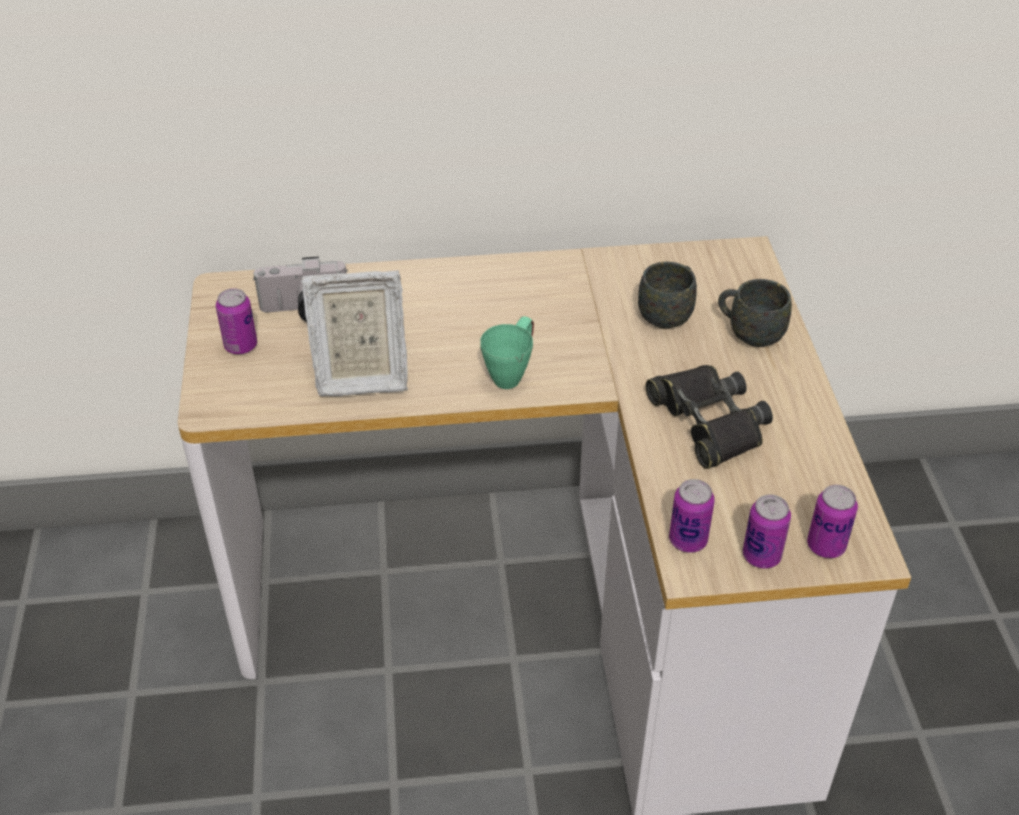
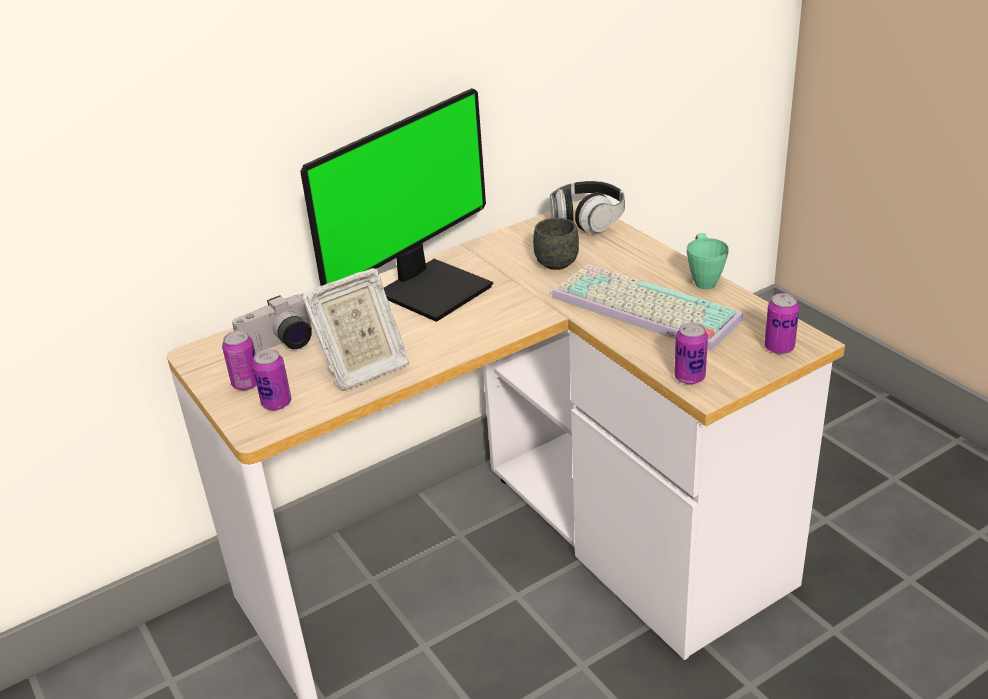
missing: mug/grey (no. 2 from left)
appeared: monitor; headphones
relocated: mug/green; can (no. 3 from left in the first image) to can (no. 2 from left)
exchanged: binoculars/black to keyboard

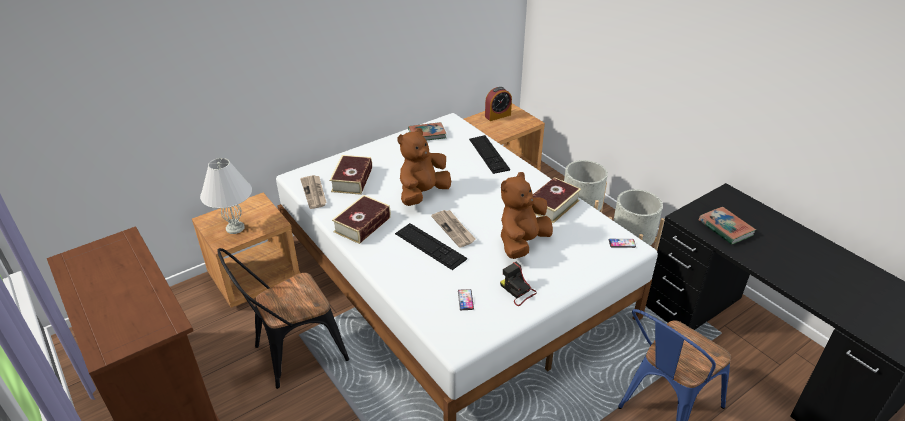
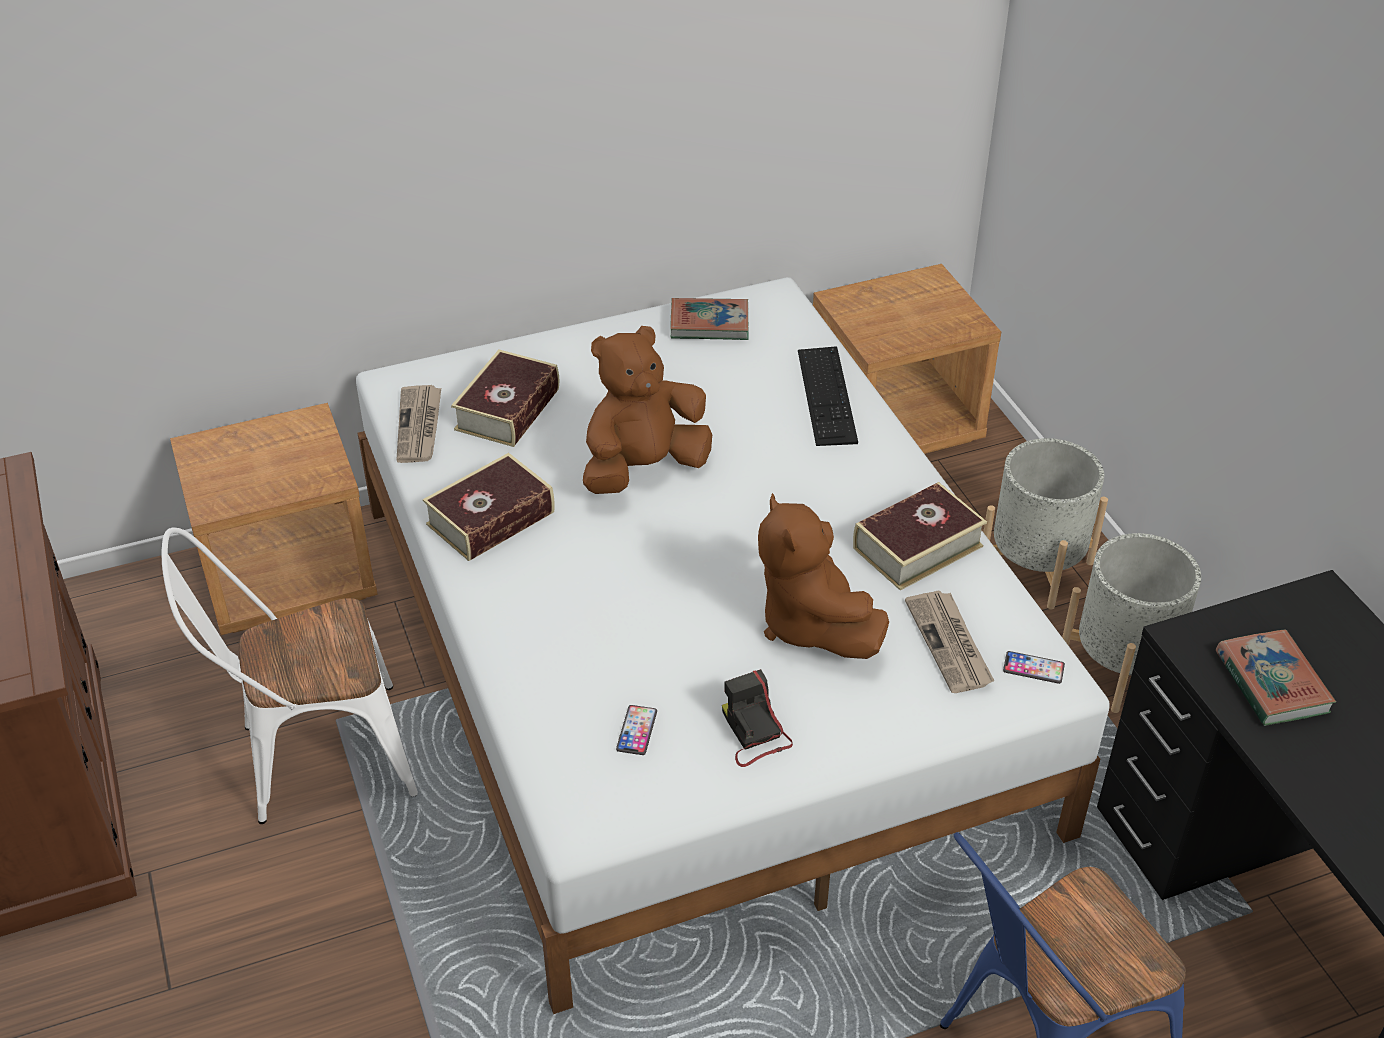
missing: table lamp/white; keyboard (no. 1 from left); alarm clock
relocated: newspaper (no. 2 from left)
colour: chair/black to chair/white
spun: plush toy/brown (no. 2 from left) 75 degrees counterclockwise

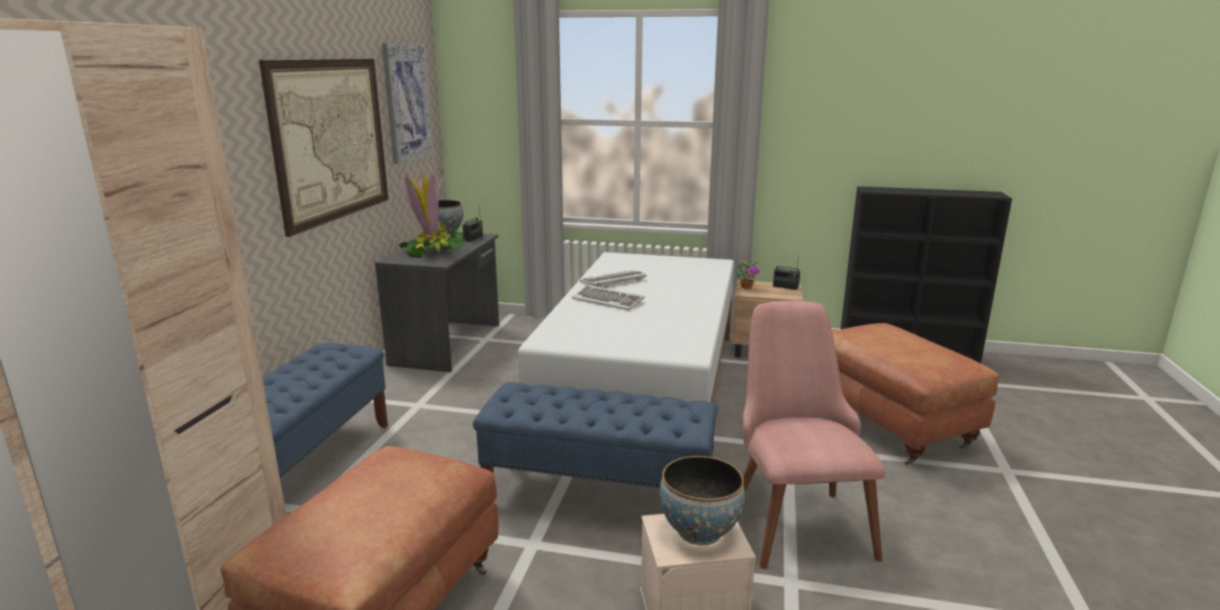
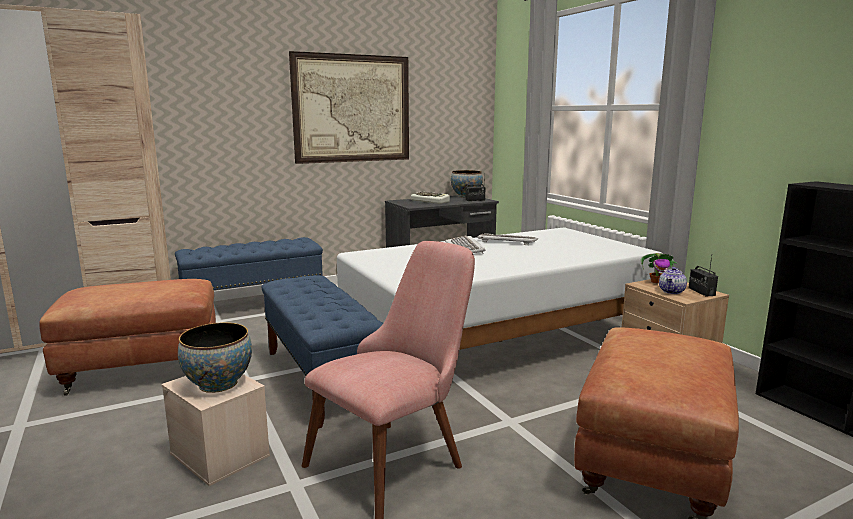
missing: picture (no. 2 from left)
appeared: teapot
exchanged: potted plant (no. 1 from left) to keyboard (no. 1 from left)

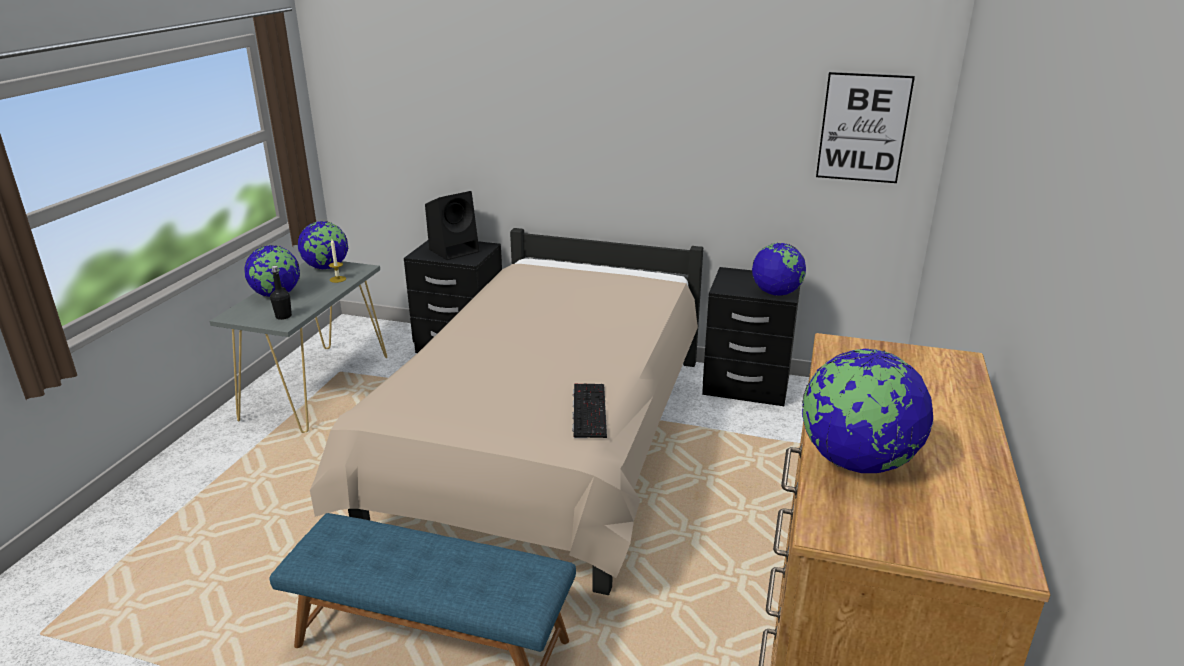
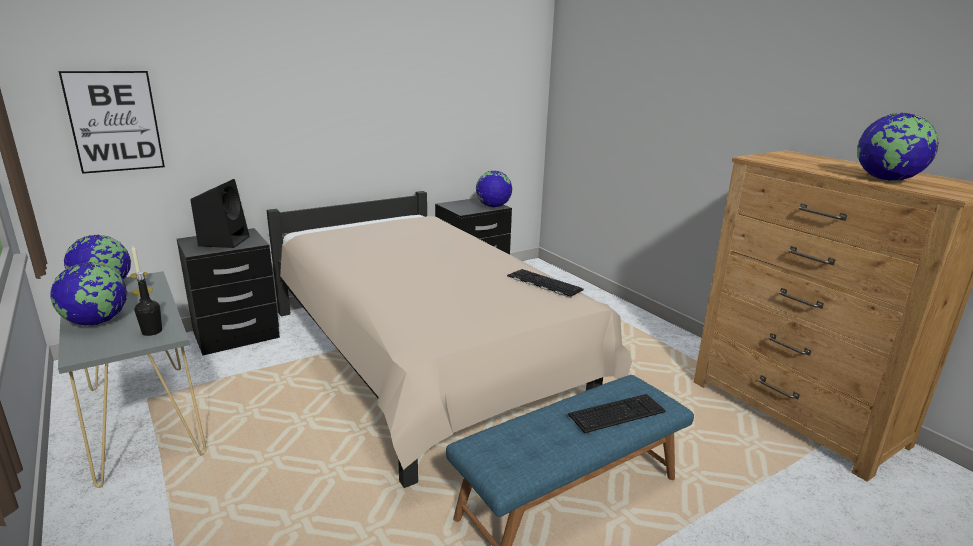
appeared: keyboard (no. 2 from left)
relocated: picture

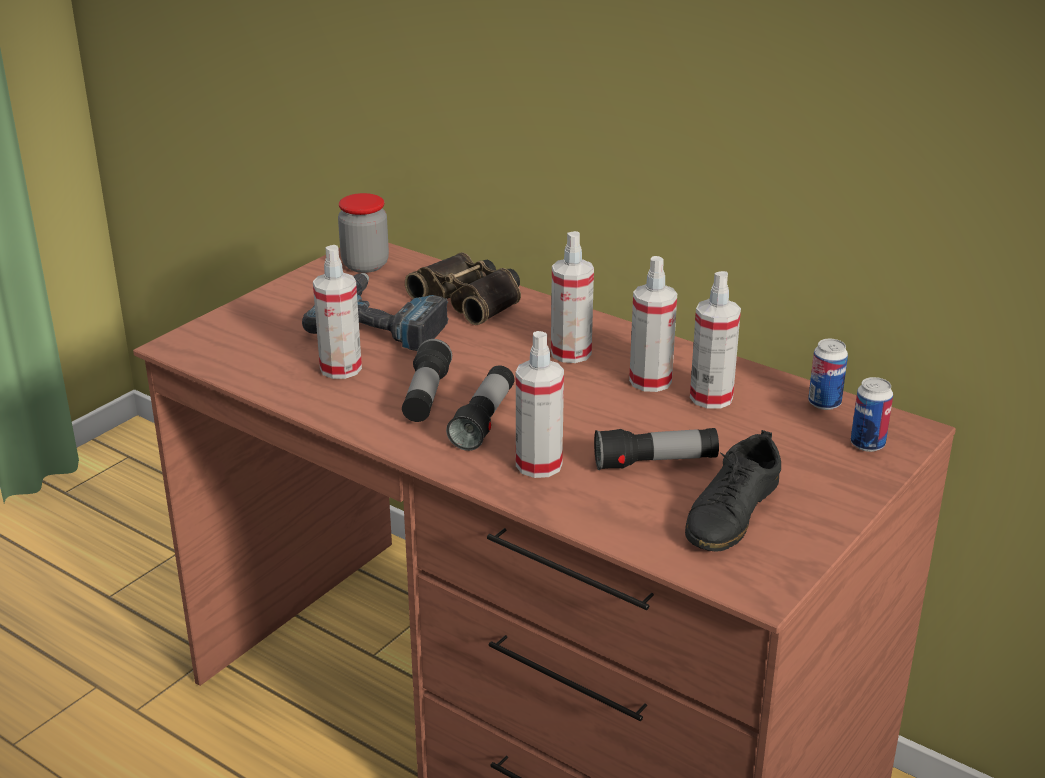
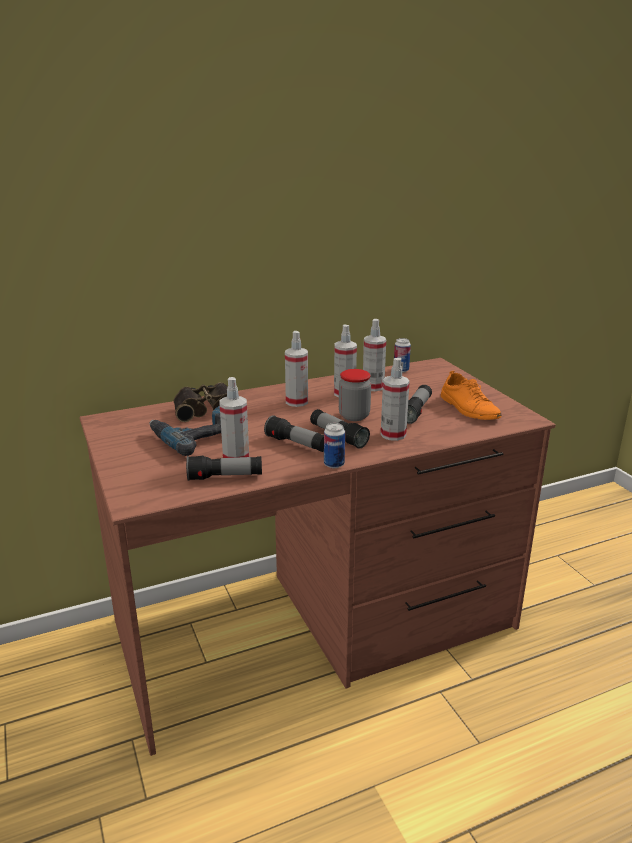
appeared: flashlight (no. 1 from left)
relocated: jar; can (no. 2 from left in the first image) to can (no. 1 from left)
colour: shoe/black to shoe/orange

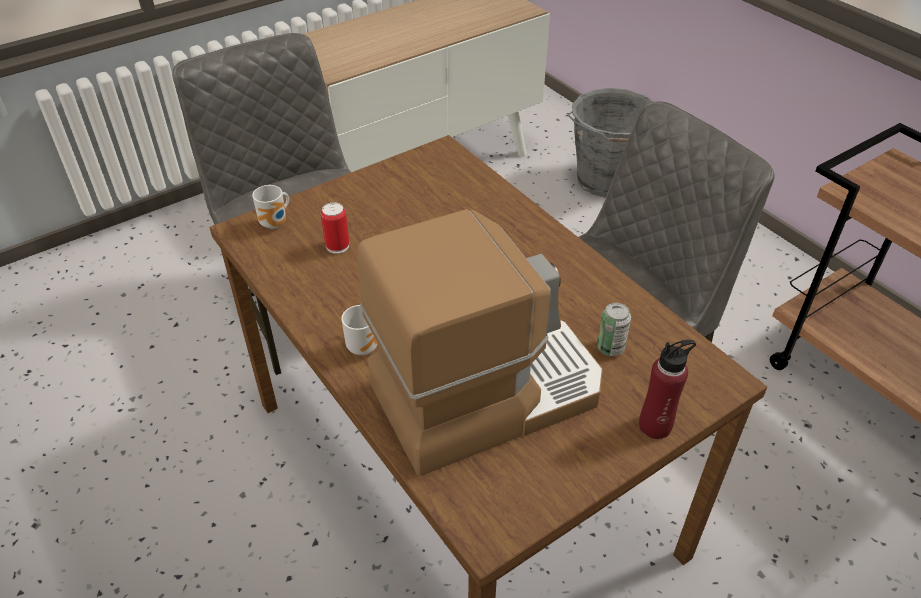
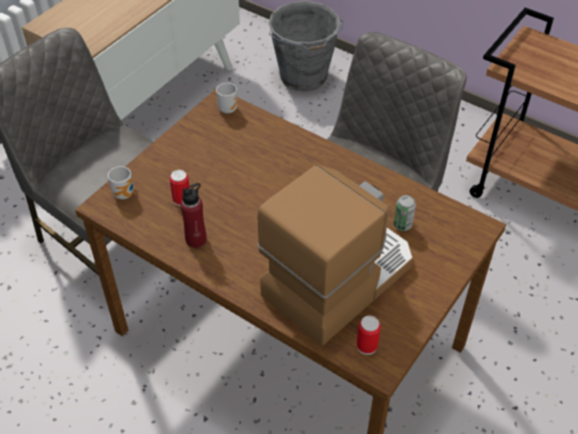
appeared: can (no. 2 from left)
relocated: mug (no. 2 from left); bottle/red

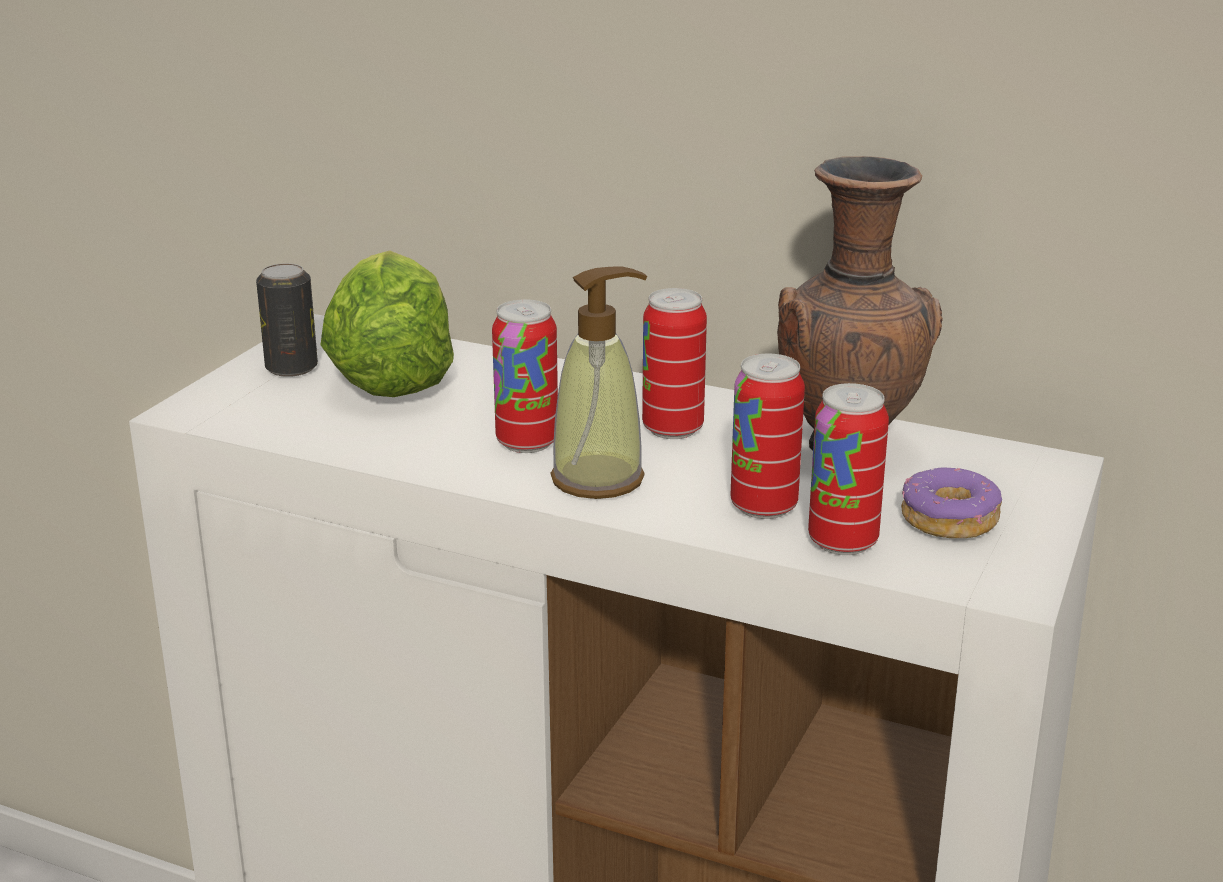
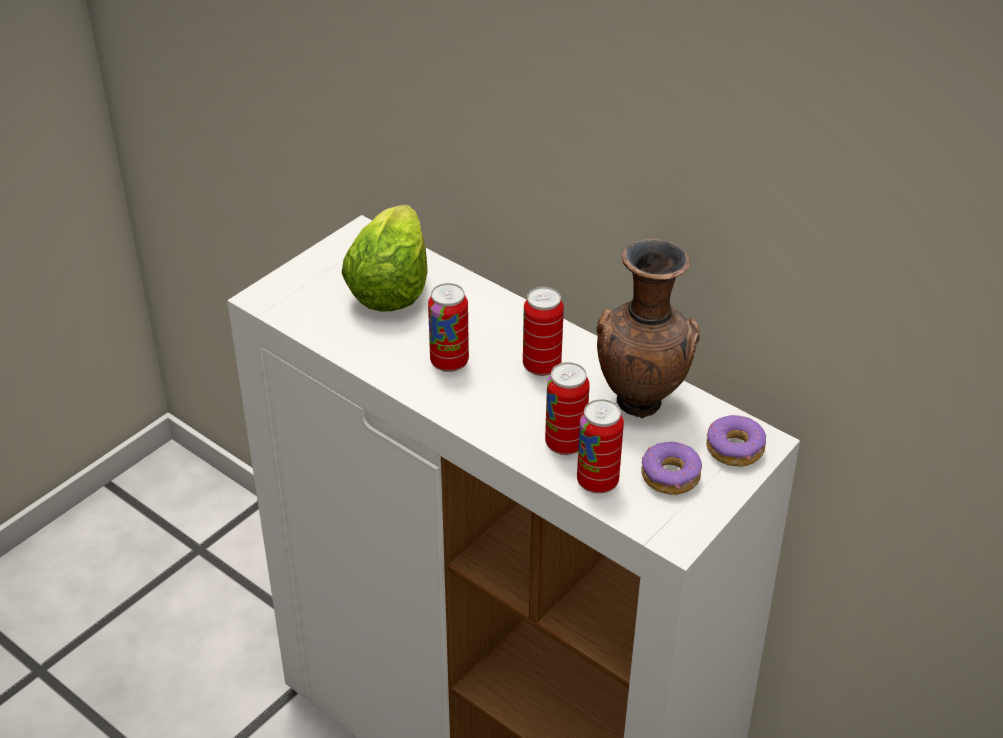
missing: can (no. 1 from left); soap dispenser
appeared: donut (no. 2 from left)

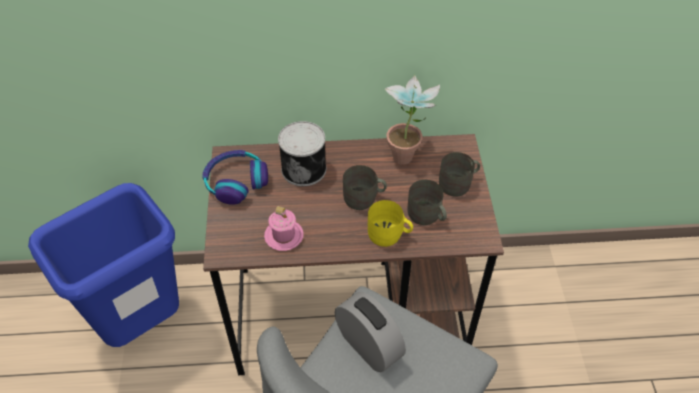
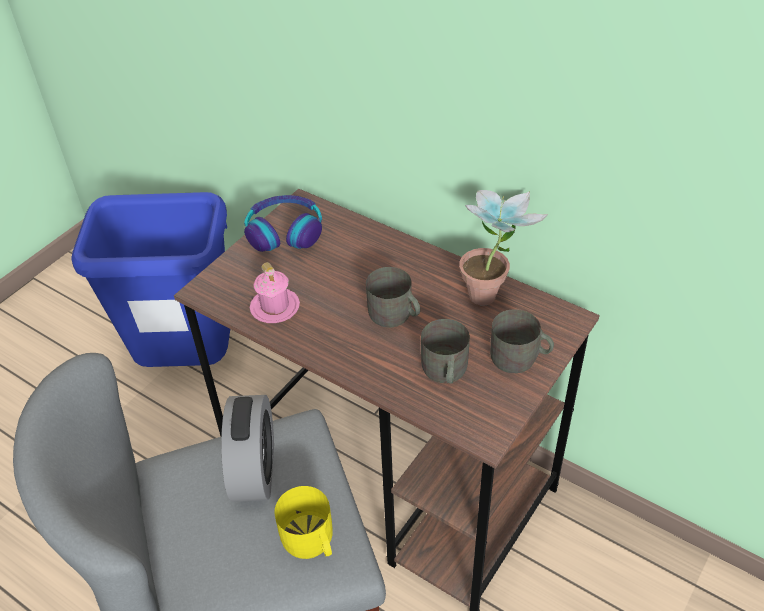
missing: can
relocated: mug/yellow

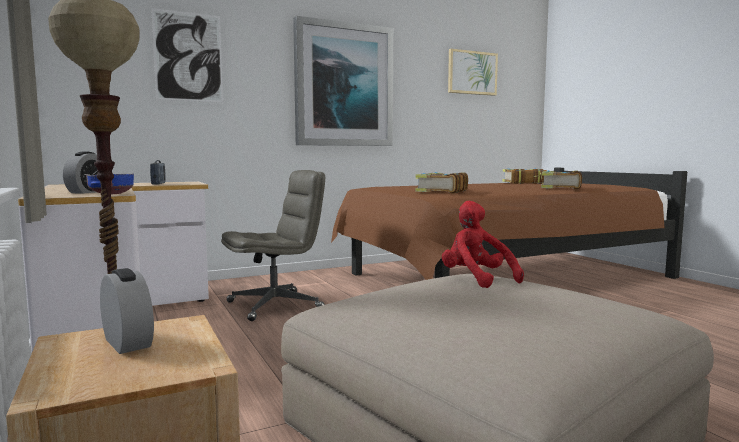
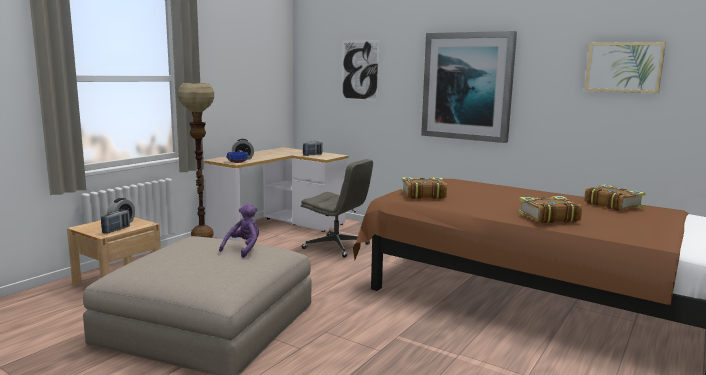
appeared: radio (no. 1 from left)
colour: plush toy/red to plush toy/purple

